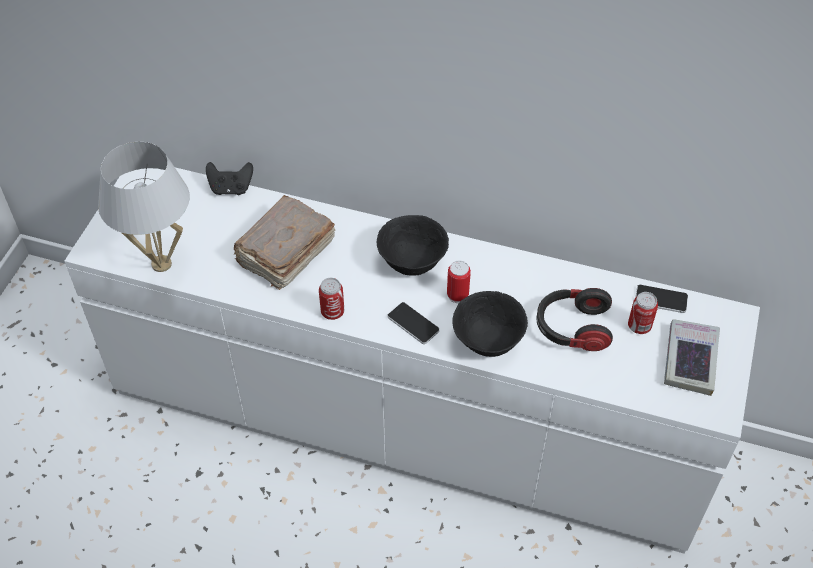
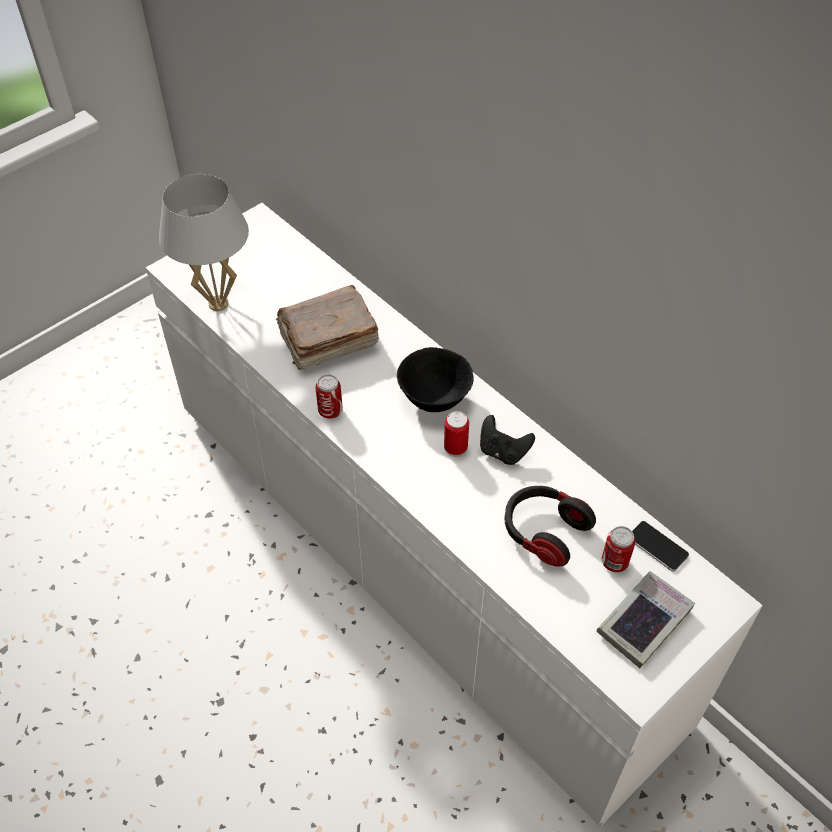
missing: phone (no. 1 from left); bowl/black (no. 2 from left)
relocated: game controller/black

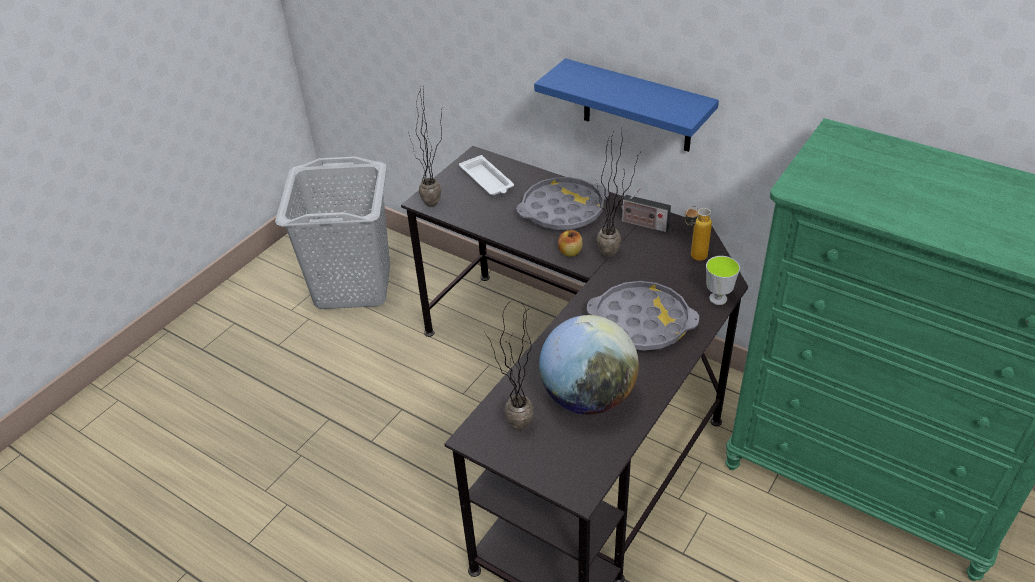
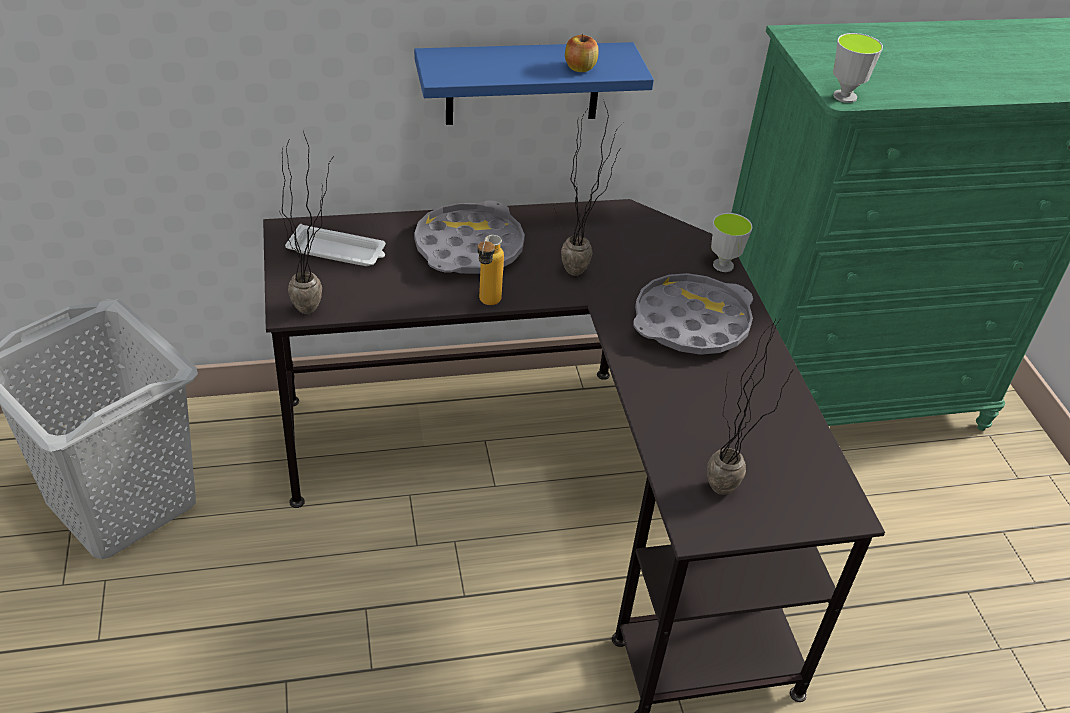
missing: globe; radio
appeared: cup (no. 2 from left)
relocated: apple; bottle

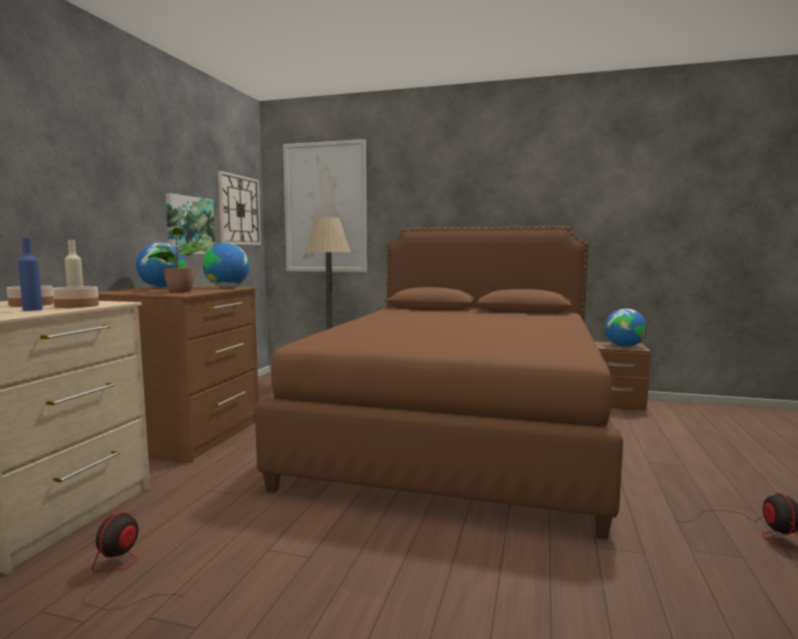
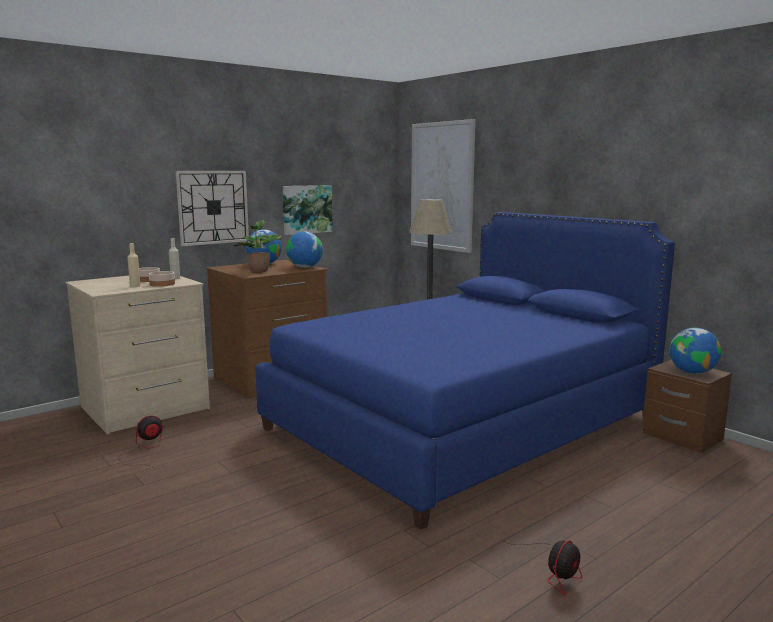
relocated: wall clock
colour: bottle/blue to bottle/beige (no. 1 from left); bed/brown to bed/blue

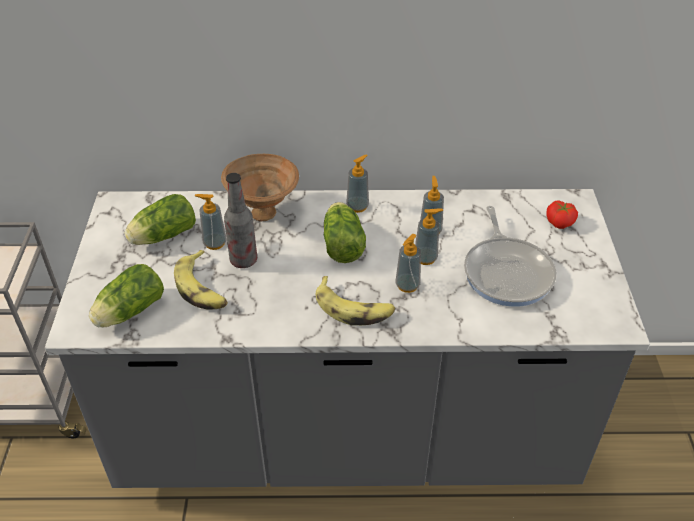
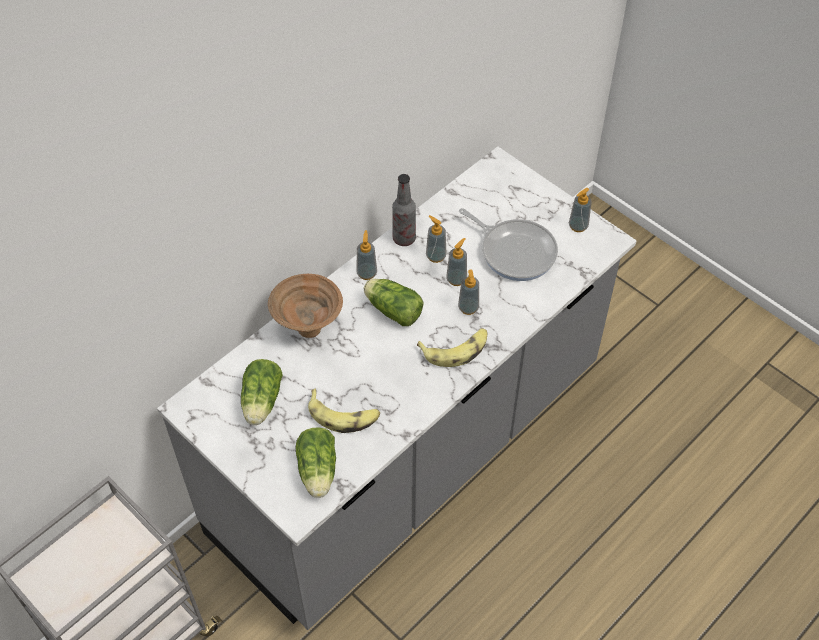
missing: tomato
relocated: soap dispenser (no. 1 from left in the first image) to soap dispenser (no. 5 from left); bottle

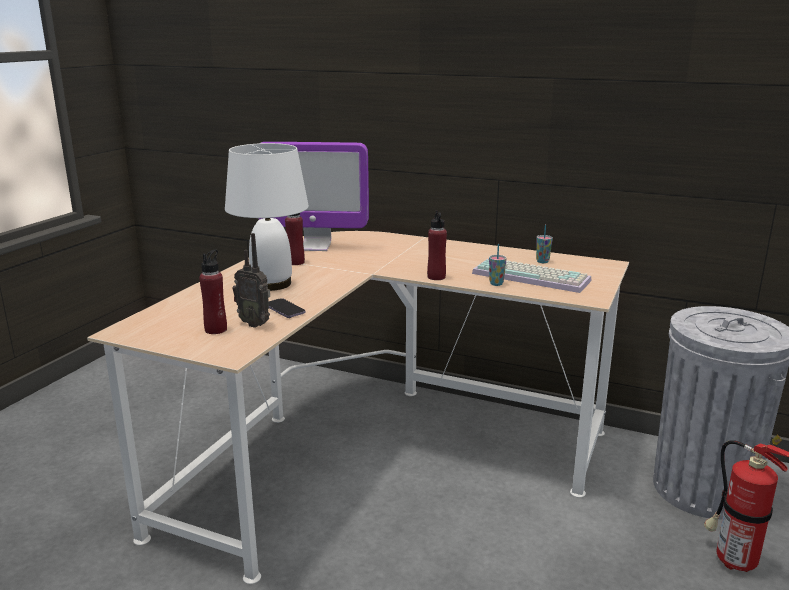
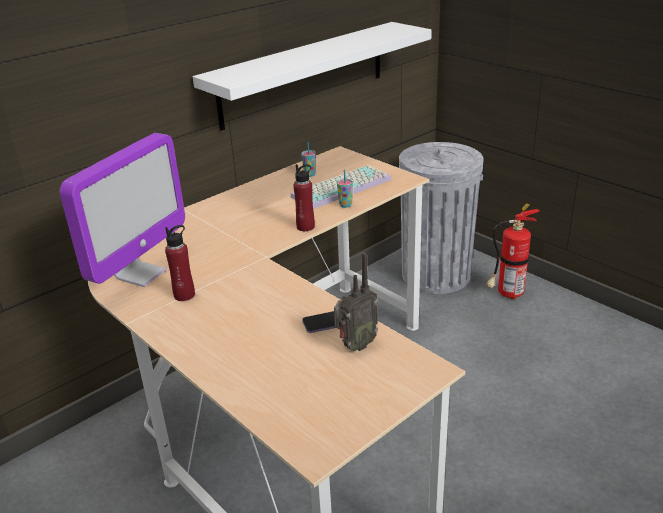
missing: bottle/red (no. 1 from left); table lamp/white
appeared: shelf/white

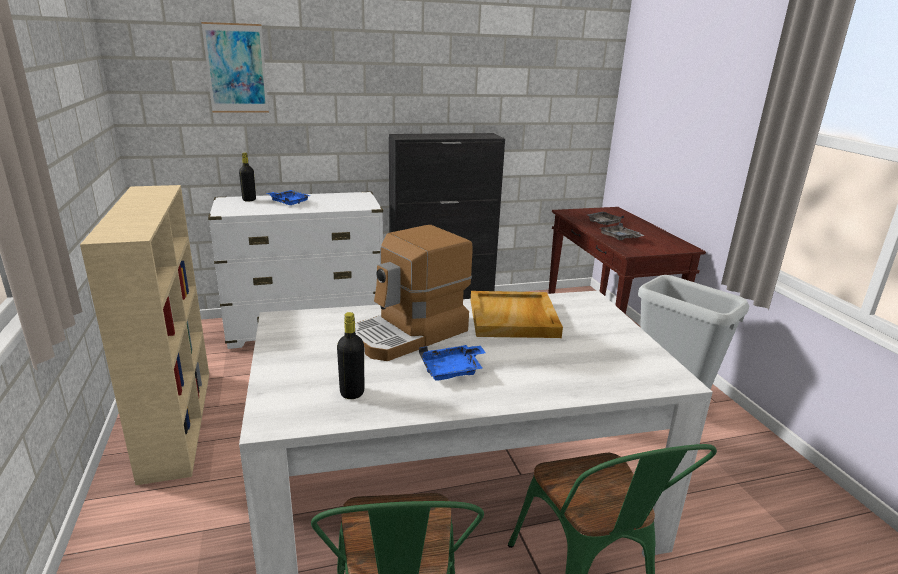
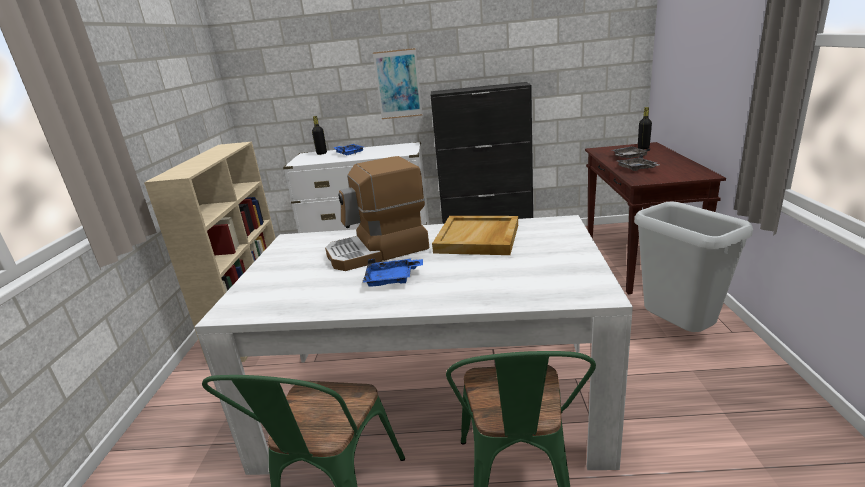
relocated: picture; bottle/black (no. 2 from left)

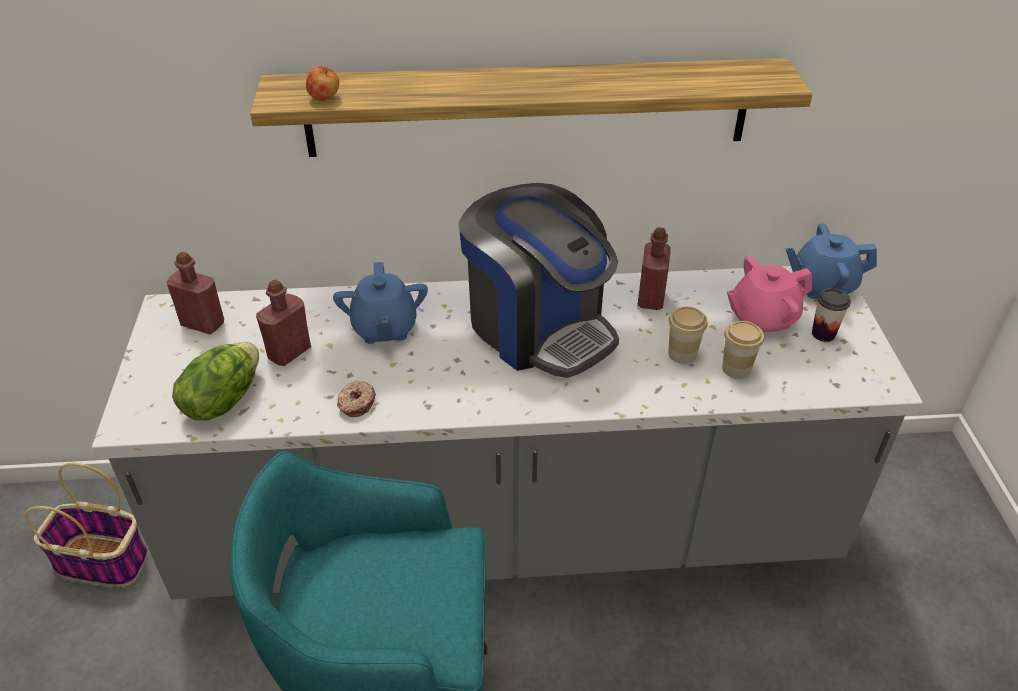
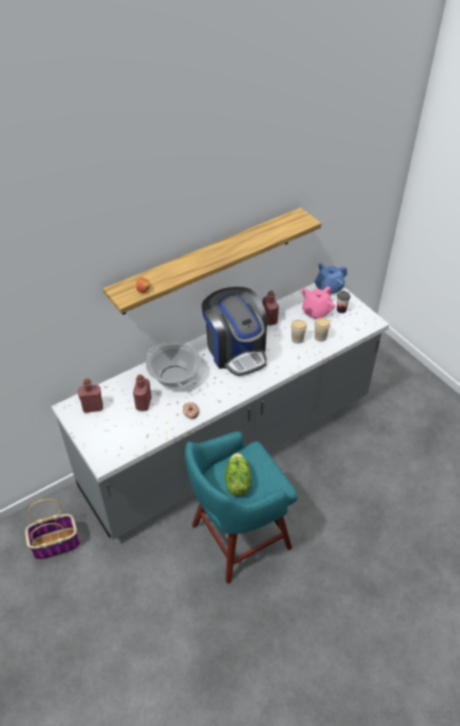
relocated: lettuce
exchanged: teapot/blue (no. 1 from left) to cooking pot
spun: coffee machine 45 degrees clockwise

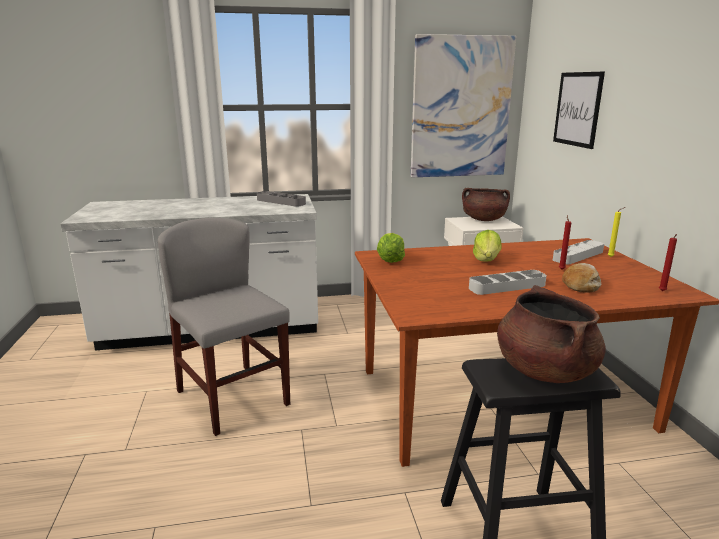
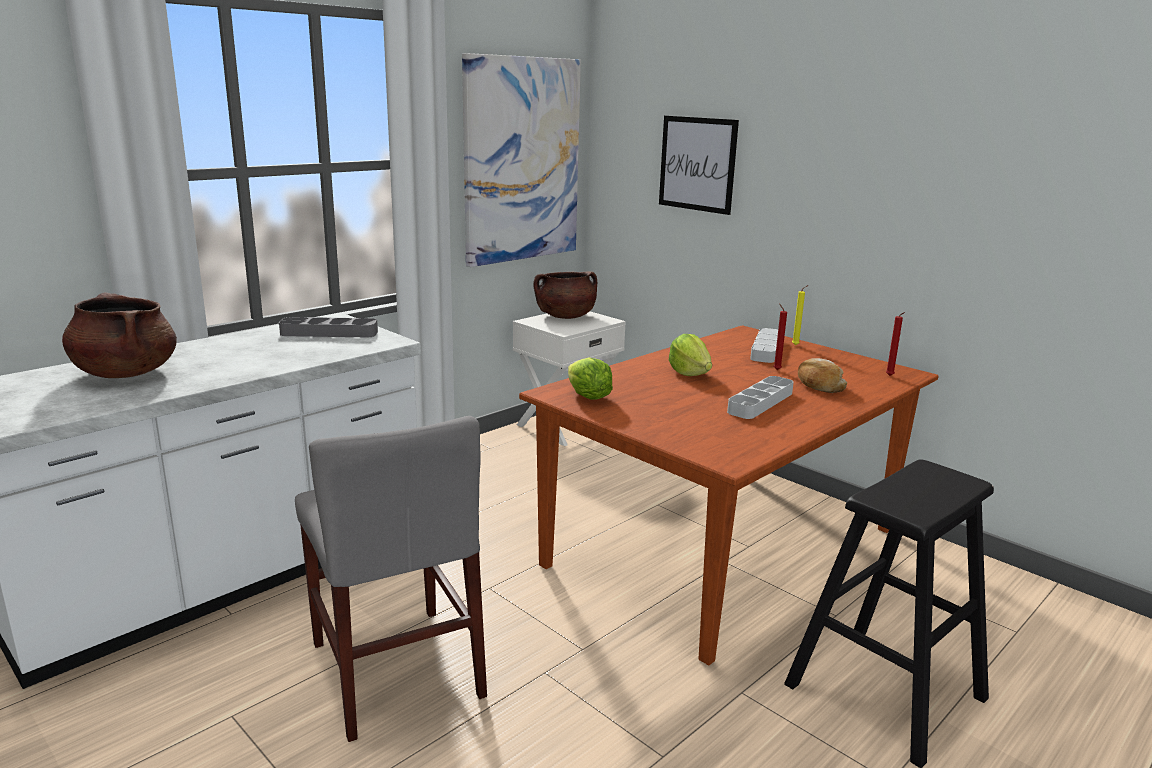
relocated: cooking pot/brown (no. 2 from left in the first image) to cooking pot/brown (no. 1 from left)
spun: chair/grey 135 degrees counterclockwise

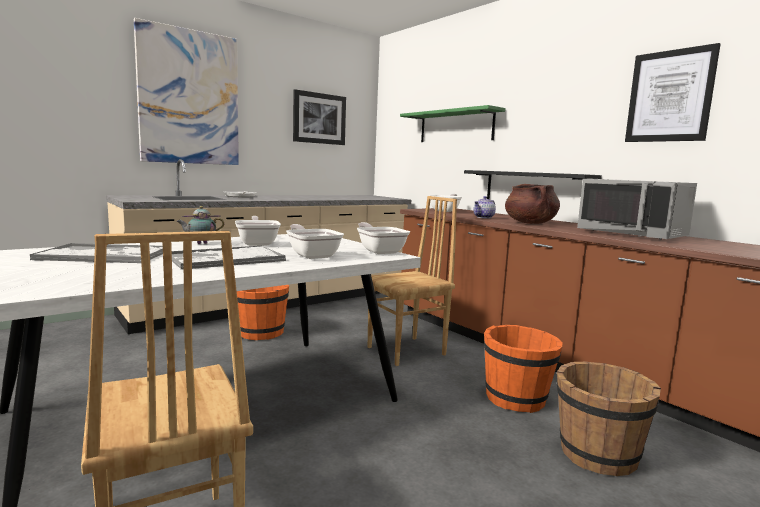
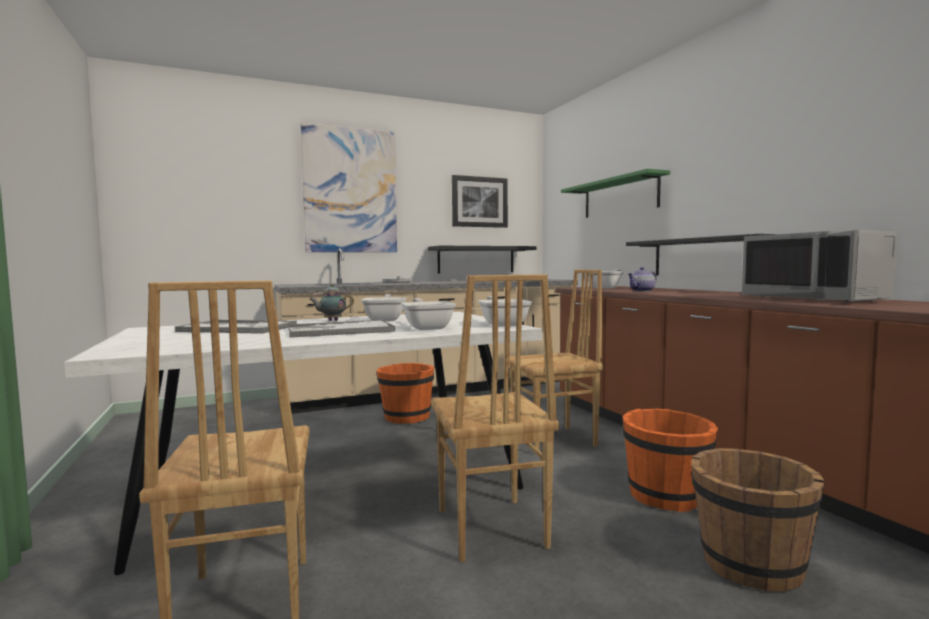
missing: cooking pot/brown; picture (no. 3 from left)
appeared: shelf/black (no. 1 from left); chair/brown (no. 2 from left)

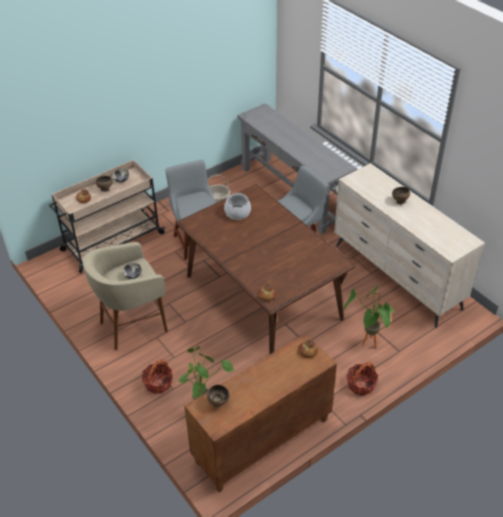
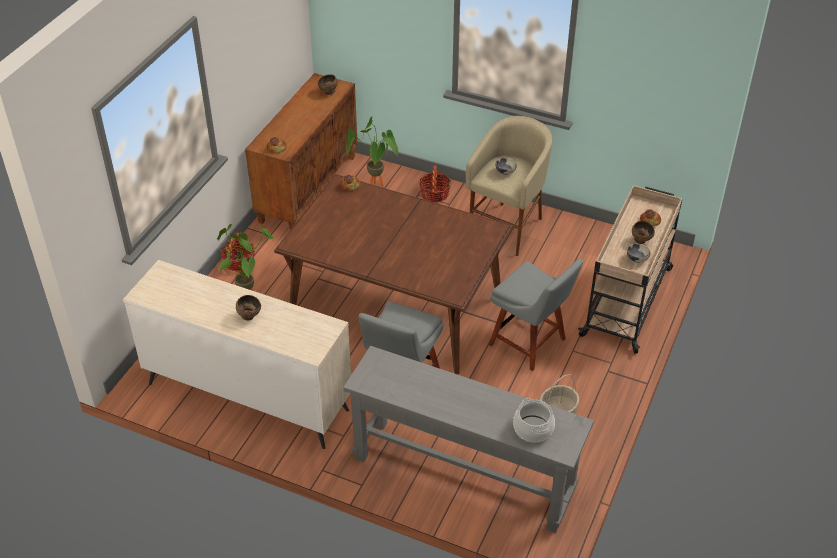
relocated: cooking pot

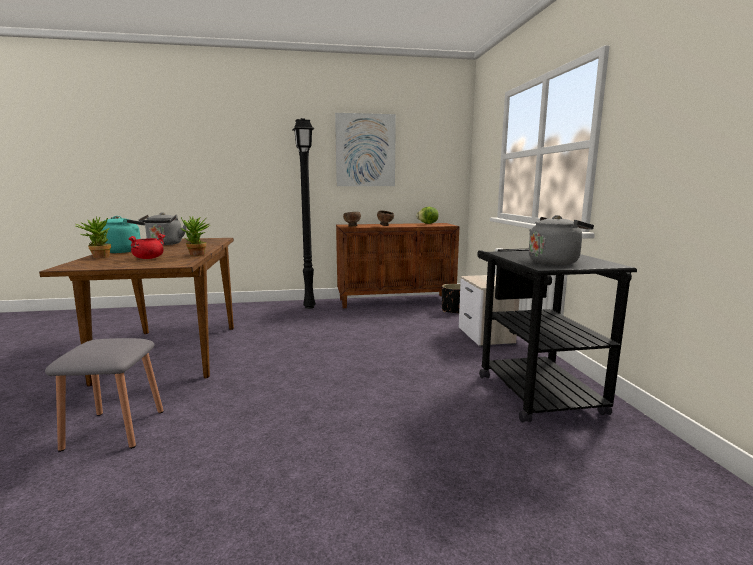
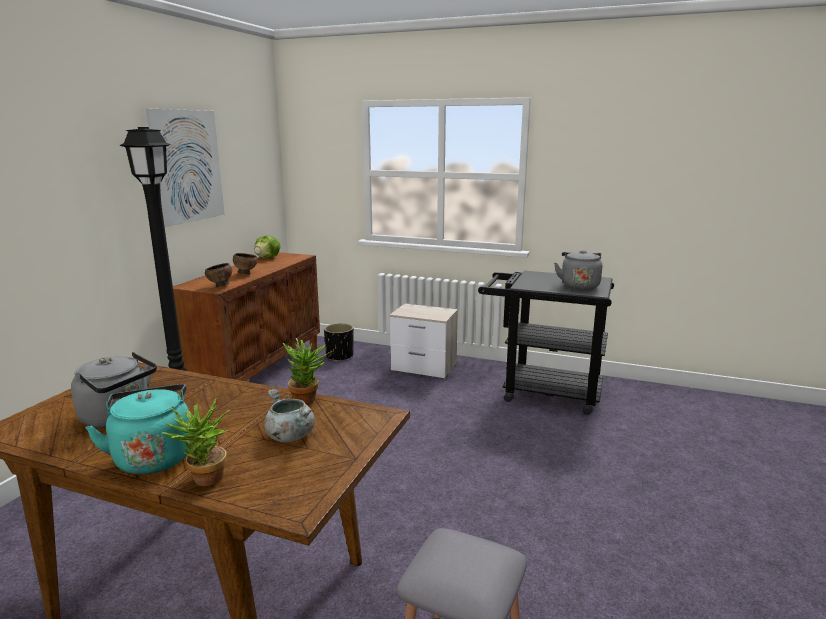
colour: cooking pot/red to cooking pot/grey

